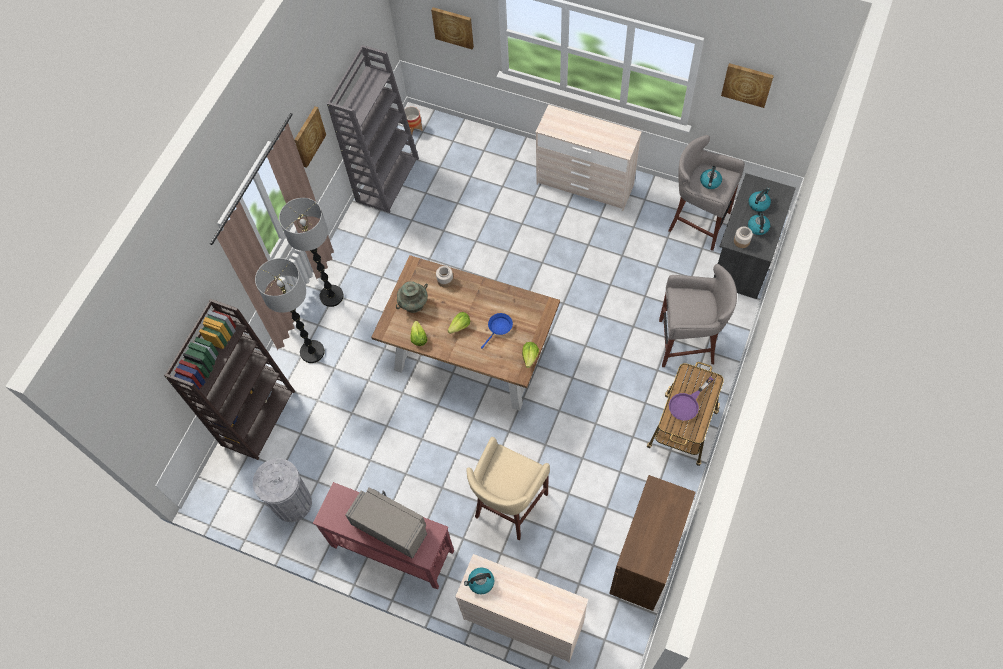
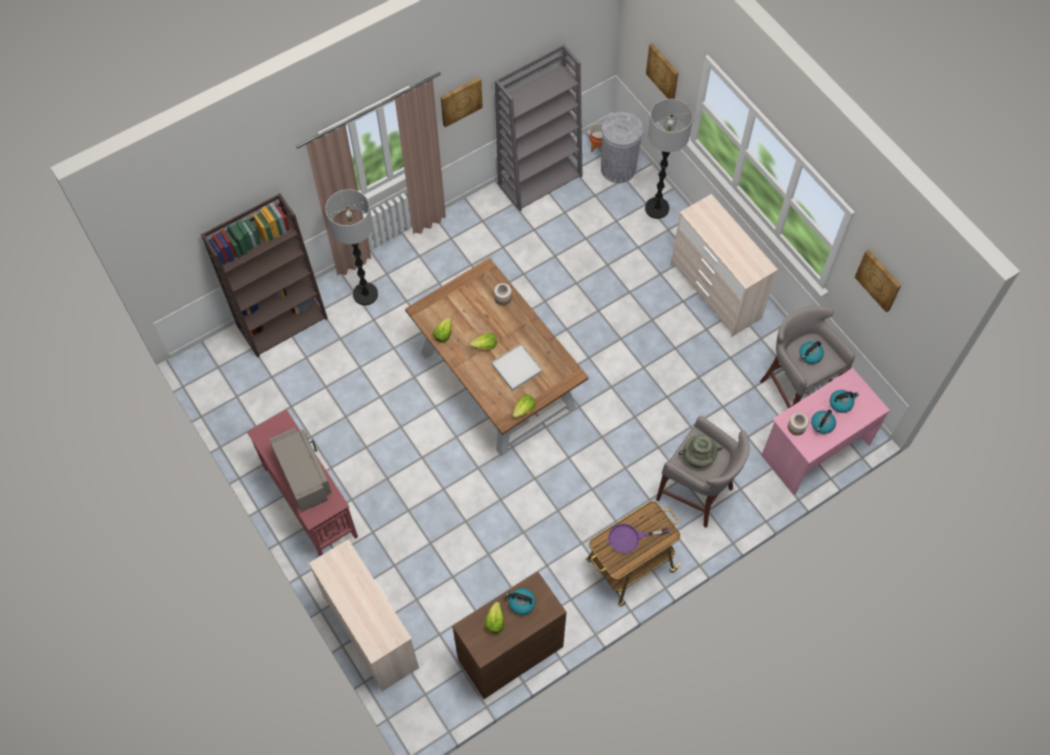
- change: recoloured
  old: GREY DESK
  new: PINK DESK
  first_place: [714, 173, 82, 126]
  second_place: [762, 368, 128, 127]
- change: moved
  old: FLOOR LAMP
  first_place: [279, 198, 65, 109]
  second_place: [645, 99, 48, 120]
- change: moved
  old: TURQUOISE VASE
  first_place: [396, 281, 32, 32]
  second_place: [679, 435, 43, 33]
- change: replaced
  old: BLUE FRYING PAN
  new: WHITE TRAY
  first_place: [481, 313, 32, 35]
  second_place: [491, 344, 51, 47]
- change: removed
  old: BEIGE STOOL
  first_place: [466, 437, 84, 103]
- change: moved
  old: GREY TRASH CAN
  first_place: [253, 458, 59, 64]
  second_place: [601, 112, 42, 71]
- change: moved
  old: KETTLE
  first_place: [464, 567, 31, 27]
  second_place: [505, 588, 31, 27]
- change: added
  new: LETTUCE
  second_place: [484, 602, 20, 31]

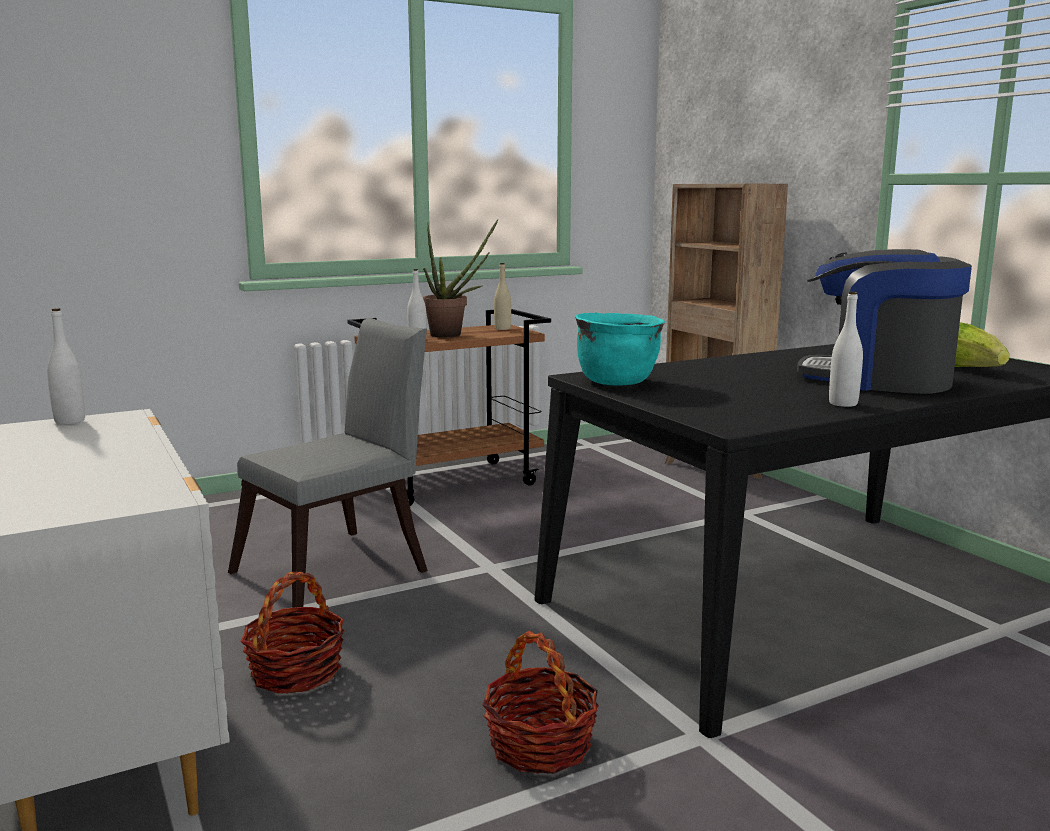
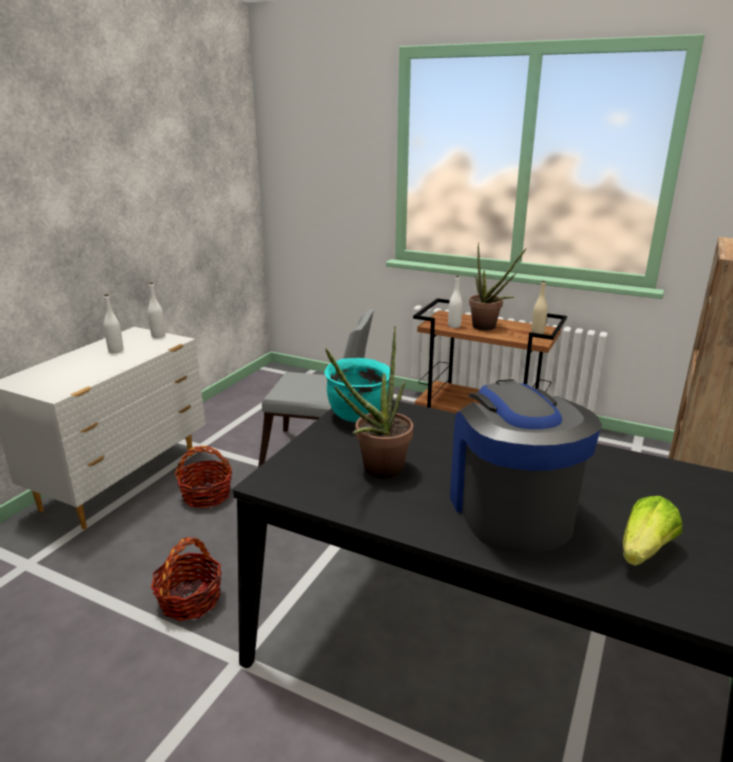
- change: moved
  old: WHITE BOTTLE
  first_place: [829, 292, 34, 115]
  second_place: [104, 294, 19, 59]
- change: added
  new: POTTED PLANT
  second_place: [325, 326, 88, 153]

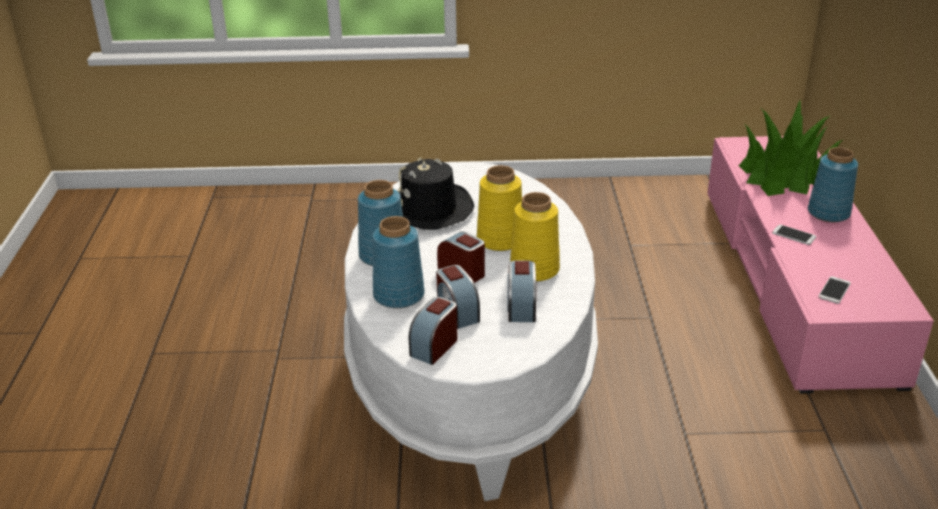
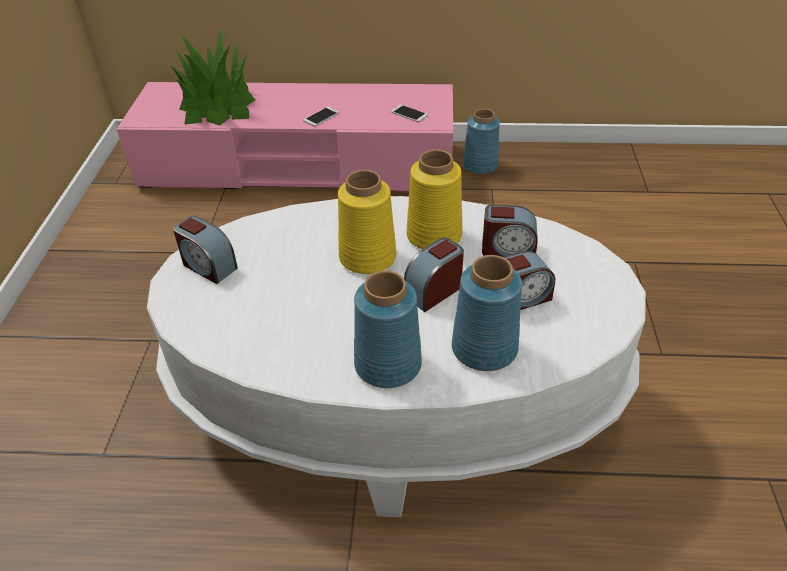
- change: moved
  old: BLUE VASE
  first_place: [808, 147, 50, 75]
  second_place: [463, 109, 37, 65]
- change: removed
  old: BLACK HAT
  first_place: [397, 157, 77, 73]
- change: moved
  old: ALARM CLOCK
  first_place: [409, 297, 49, 68]
  second_place: [173, 216, 65, 68]

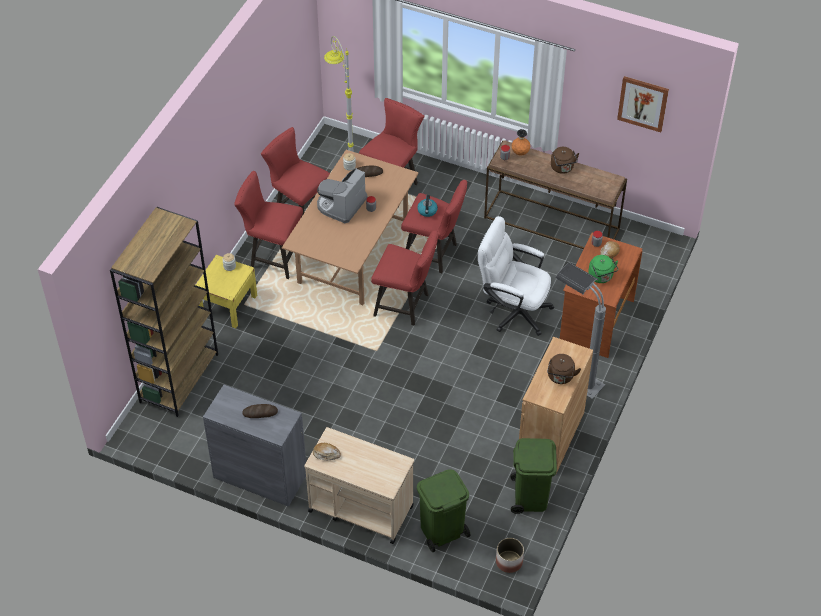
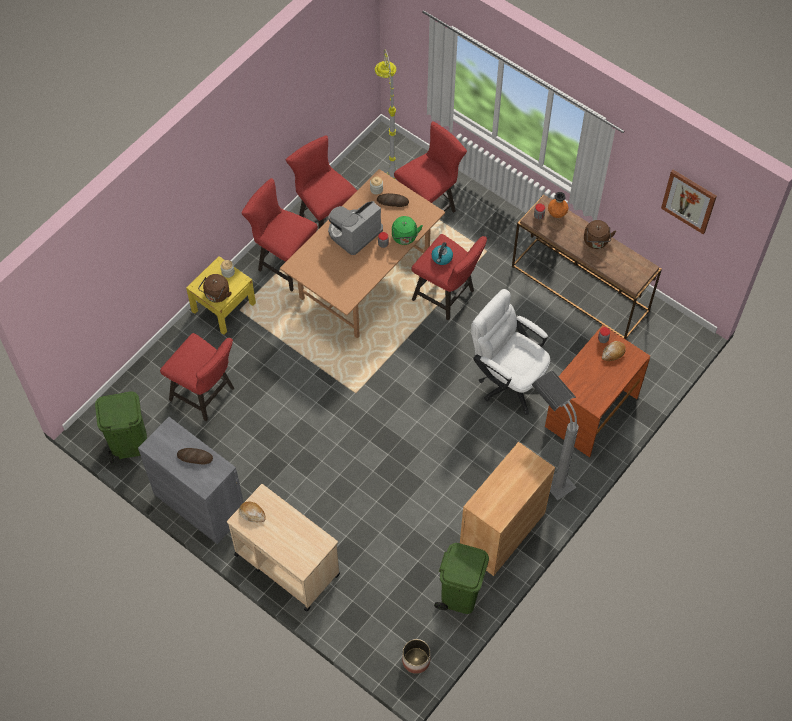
- change: removed
  old: BROWN BOOKCASE
  first_place: [110, 207, 108, 210]
- change: moved
  old: RED STOOL
  first_place: [371, 230, 67, 95]
  second_place: [160, 333, 74, 88]
- change: moved
  old: GREEN KETTLE
  first_place: [588, 255, 30, 28]
  second_place: [392, 216, 31, 29]
- change: moved
  old: BROWN KETTLE
  first_place: [547, 354, 34, 30]
  second_place: [198, 274, 34, 29]
- change: moved
  old: GREEN TRASH CAN
  first_place: [417, 469, 53, 83]
  second_place: [95, 392, 52, 72]

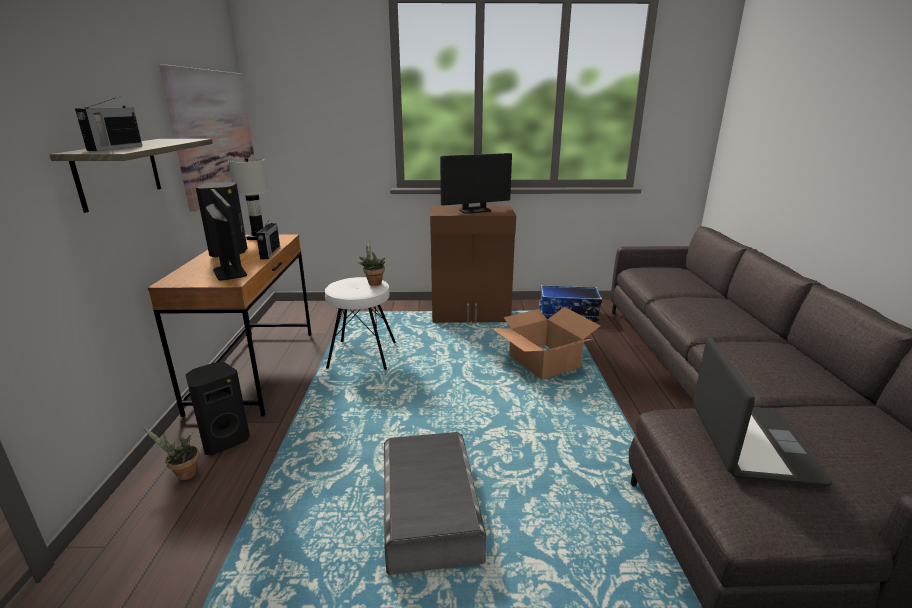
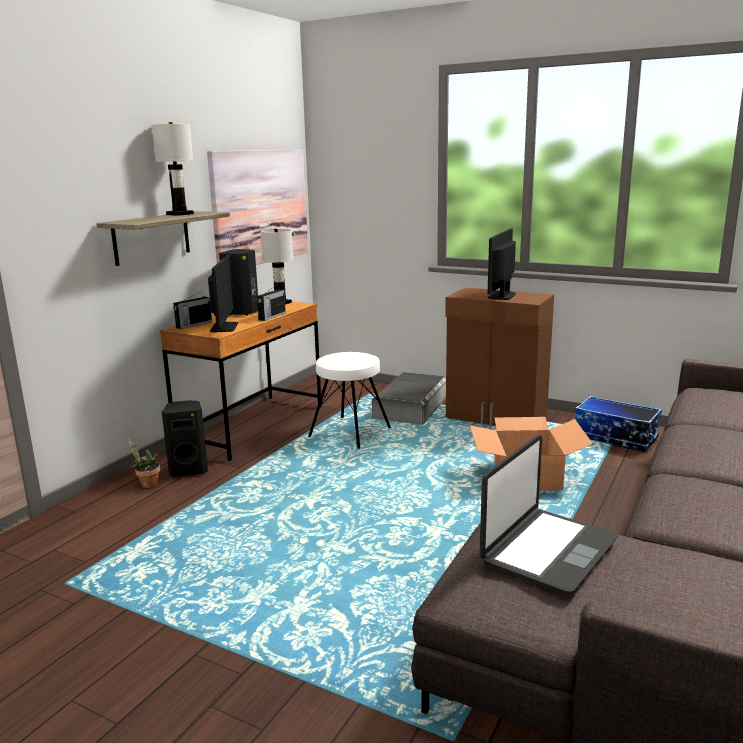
- change: moved
  old: RADIO
  first_place: [75, 96, 67, 55]
  second_place: [173, 291, 39, 38]
- change: turned
  old: MONITOR
  first_place: [440, 153, 72, 61]
  second_place: [488, 229, 28, 71]
  degrees: 105
- change: removed
  old: POTTED PLANT
  first_place: [358, 241, 27, 45]
- change: moved
  old: GREY STORAGE BOX
  first_place: [384, 432, 102, 143]
  second_place: [372, 372, 74, 53]
- change: added
  new: WHITE TABLE LAMP
  second_place: [152, 122, 42, 94]

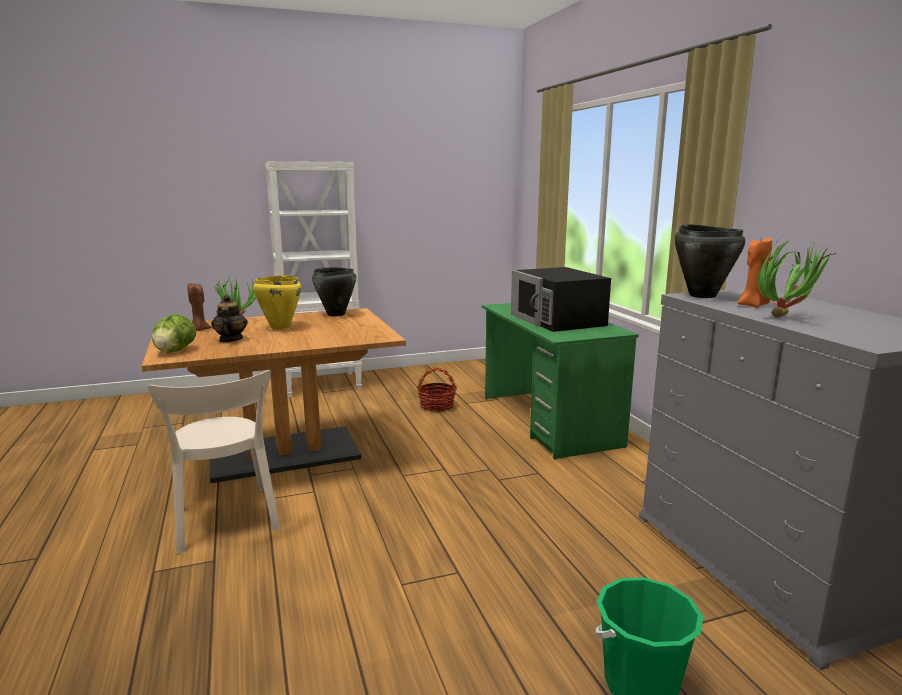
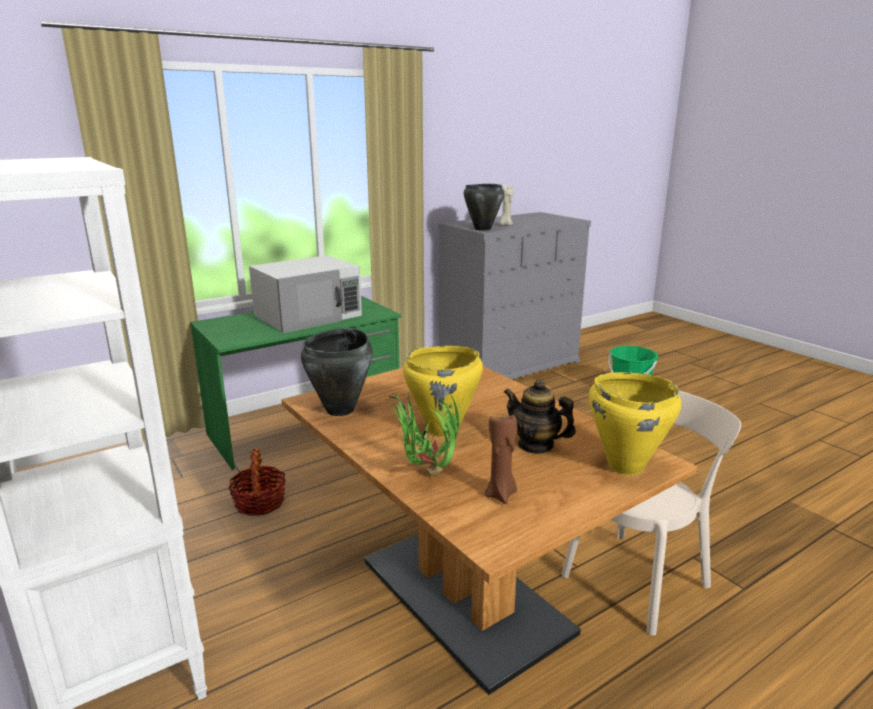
- change: recoloured
  old: ORANGE CANDLE
  new: BEIGE CANDLE
  first_place: [737, 238, 35, 70]
  second_place: [499, 185, 15, 40]
- change: removed
  old: POTTED PLANT
  first_place: [758, 240, 78, 78]
- change: recoloured
  old: BLACK MICROWAVE
  new: WHITE MICROWAVE
  first_place: [511, 267, 100, 65]
  second_place: [249, 255, 113, 78]
- change: turned
  old: TEAPOT
  first_place: [211, 295, 37, 47]
  second_place: [504, 379, 72, 75]
  degrees: 60
- change: replaced
  old: LETTUCE
  new: YELLOW COOKING POT
  first_place: [152, 314, 44, 39]
  second_place: [589, 372, 92, 103]

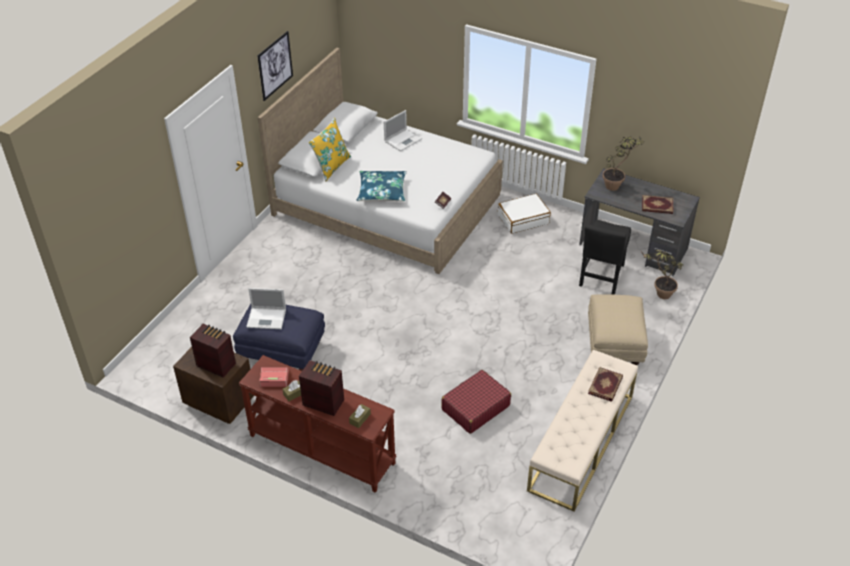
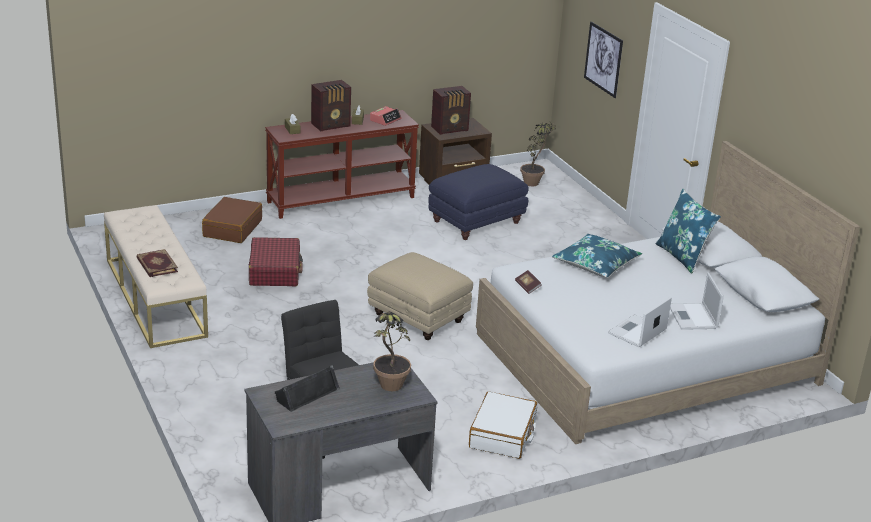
- change: moved
  old: PICTURE
  first_place: [257, 31, 36, 70]
  second_place: [584, 22, 39, 76]
- change: recoloured
  old: YELLOW PILLOW
  new: BLUE PILLOW
  first_place: [309, 118, 42, 63]
  second_place: [656, 189, 65, 85]
- change: replaced
  old: BOOK
  new: BLACK SPEAKER
  first_place: [642, 195, 31, 19]
  second_place: [275, 365, 65, 47]
- change: moved
  old: POTTED PLANT
  first_place: [642, 249, 41, 50]
  second_place: [520, 122, 37, 64]
- change: moved
  old: LAPTOP
  first_place: [246, 288, 40, 41]
  second_place: [608, 297, 64, 50]
- change: moved
  old: BEIGE OTTOMAN
  first_place: [588, 294, 60, 71]
  second_place: [367, 252, 106, 88]
- change: added
  new: BROWN SUITCASE
  second_place: [202, 197, 60, 46]

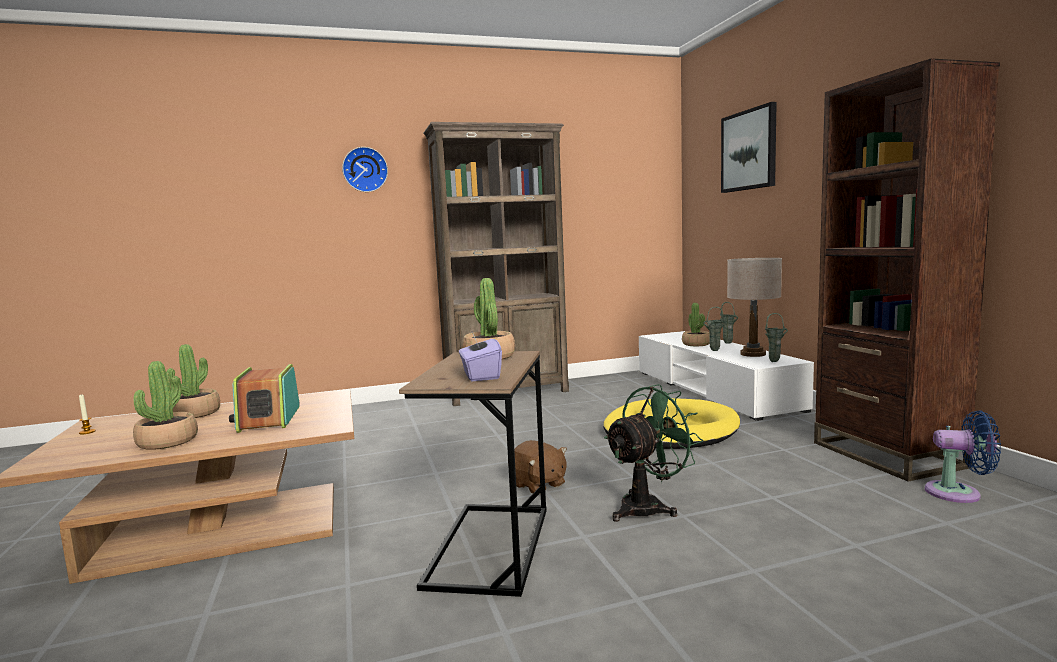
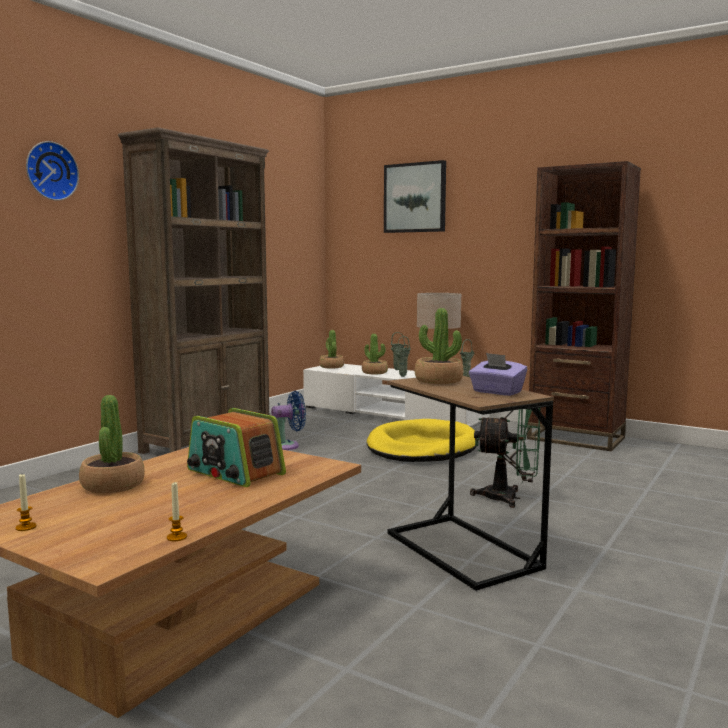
- change: moved
  old: POTTED PLANT
  first_place: [133, 361, 65, 89]
  second_place: [319, 330, 25, 39]
- change: turned
  old: GREEN FAN
  first_place: [604, 384, 99, 138]
  second_place: [470, 408, 70, 100]
  degrees: 90
- change: moved
  old: BLUE FAN
  first_place: [925, 410, 76, 93]
  second_place: [271, 391, 35, 59]
- change: removed
  old: BROWN PLUSH TOY
  first_place: [514, 440, 53, 55]
- change: added
  new: CANDLE
  second_place: [167, 481, 20, 60]

